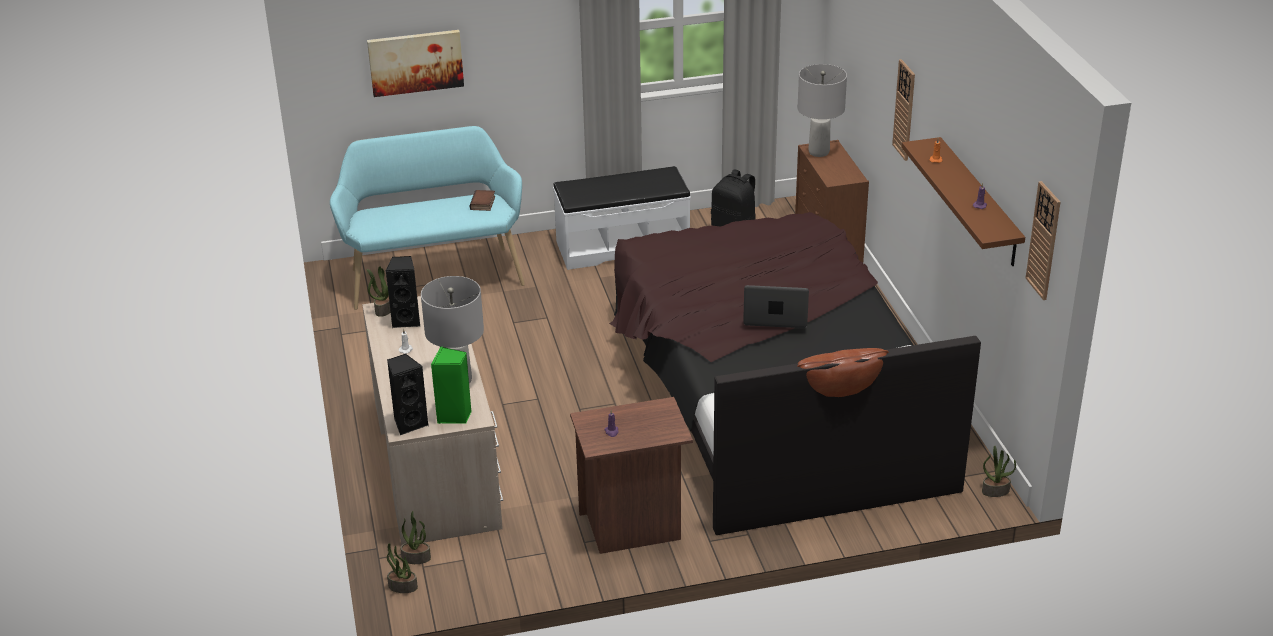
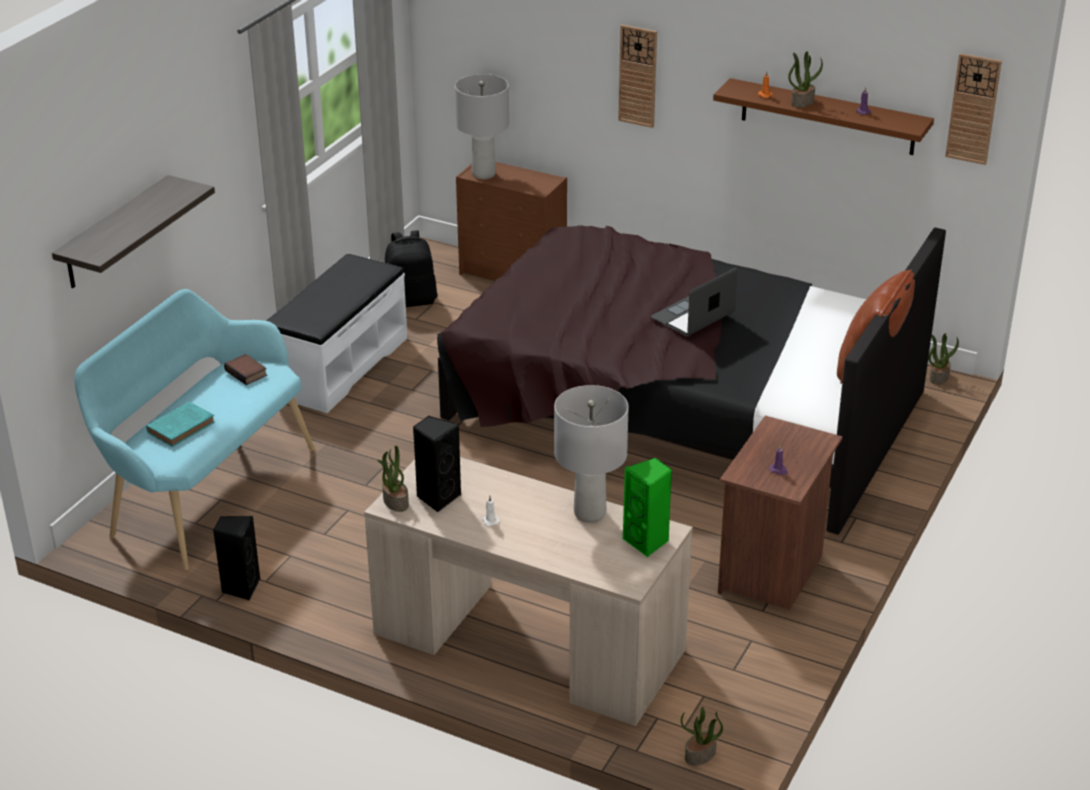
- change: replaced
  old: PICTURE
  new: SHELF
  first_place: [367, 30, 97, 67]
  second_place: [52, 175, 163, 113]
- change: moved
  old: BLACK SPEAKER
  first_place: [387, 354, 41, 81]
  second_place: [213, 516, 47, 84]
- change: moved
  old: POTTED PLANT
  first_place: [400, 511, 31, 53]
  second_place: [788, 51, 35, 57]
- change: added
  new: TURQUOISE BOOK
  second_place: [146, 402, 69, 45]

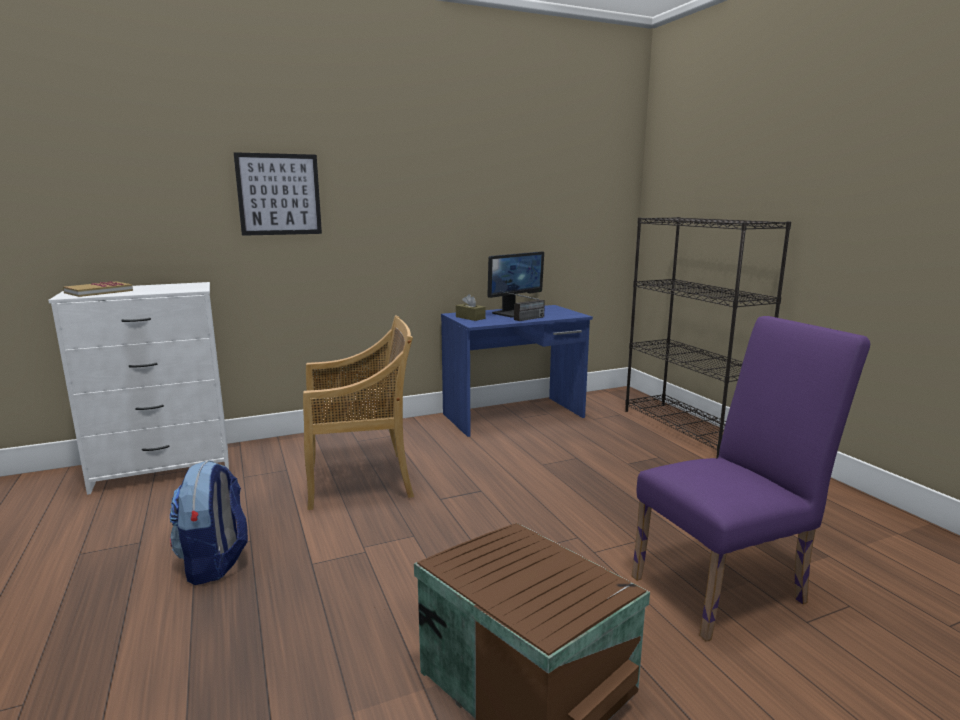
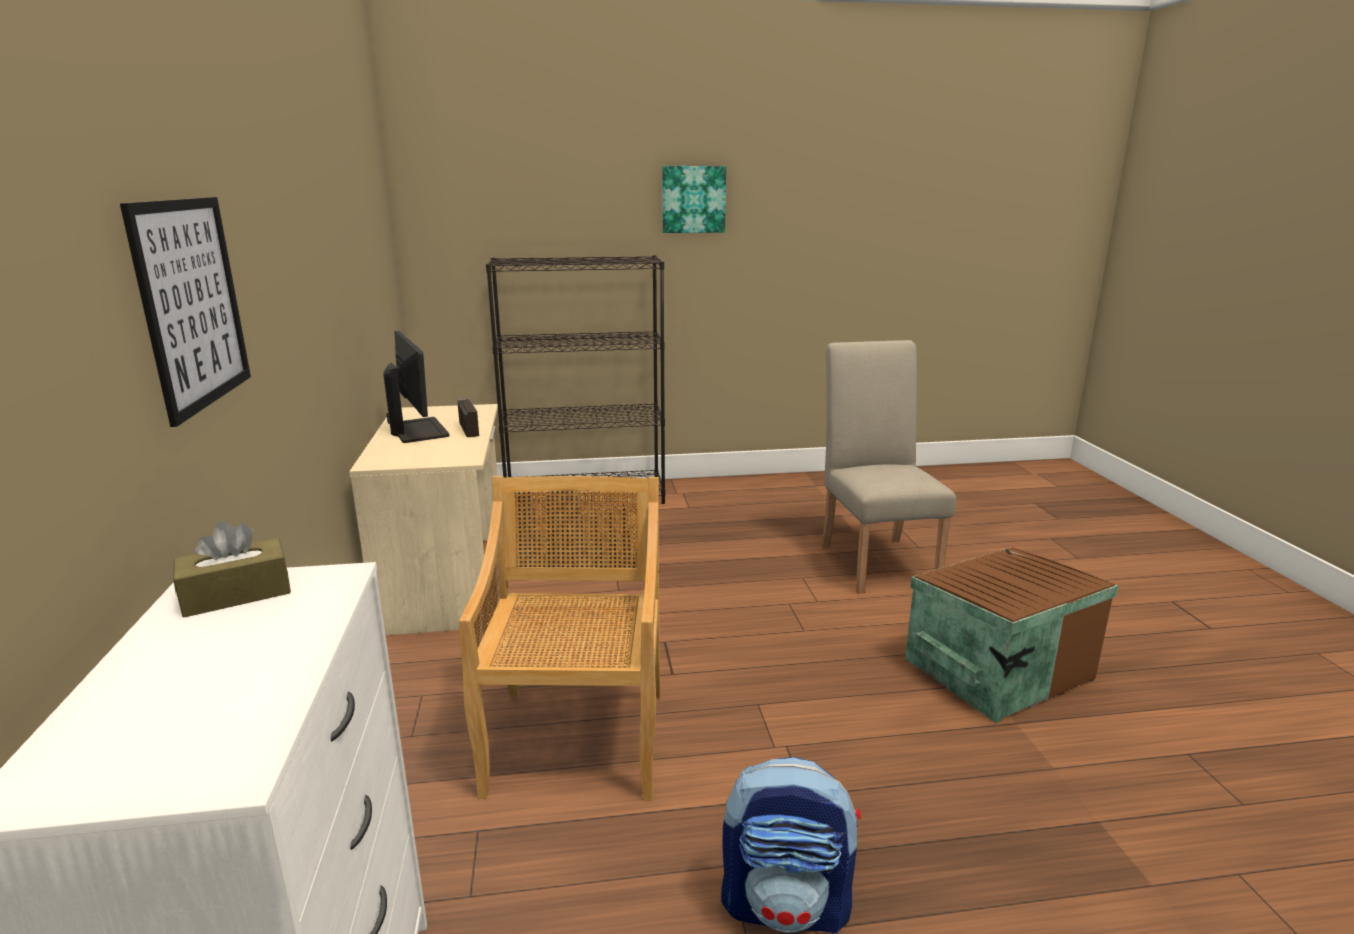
- change: removed
  old: BOOK
  first_place: [63, 281, 70, 16]
- change: moved
  old: BROWN TISSUE BOX
  first_place: [456, 294, 30, 27]
  second_place: [173, 521, 118, 96]
- change: recoloured
  old: BLUE DESK
  new: BEIGE DESK
  first_place: [441, 305, 152, 132]
  second_place: [349, 404, 149, 231]
- change: recoloured
  old: PURPLE CHAIR
  new: BEIGE CHAIR
  first_place: [632, 316, 238, 326]
  second_place: [822, 340, 134, 253]
- change: added
  new: PICTURE
  second_place: [662, 166, 64, 67]

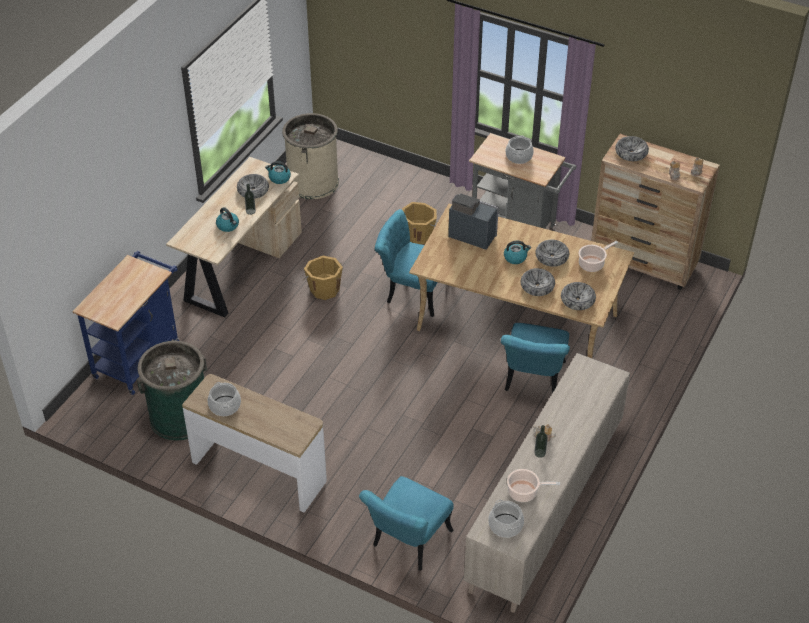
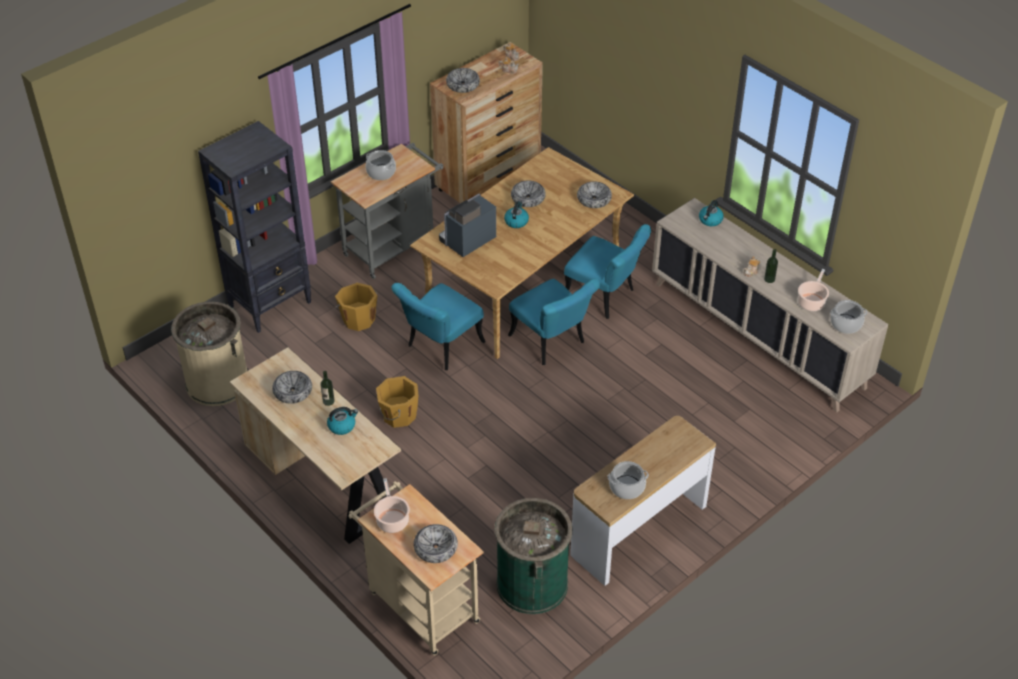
- change: moved
  old: KETTLE
  first_place: [265, 161, 26, 23]
  second_place: [699, 200, 25, 26]
- change: moved
  old: COOKING POT
  first_place: [579, 241, 39, 31]
  second_place: [374, 478, 36, 55]
- change: recoloured
  old: BLUE CART
  new: BEIGE CART
  first_place: [72, 251, 107, 144]
  second_place: [348, 481, 136, 175]
- change: moved
  old: BOWL
  first_place: [521, 268, 34, 28]
  second_place: [413, 524, 45, 39]
- change: moved
  old: TURQUOISE CHAIR
  first_place: [359, 476, 95, 94]
  second_place: [508, 278, 92, 87]
- change: added
  new: BLACK BOOKCASE
  second_place: [198, 121, 114, 212]

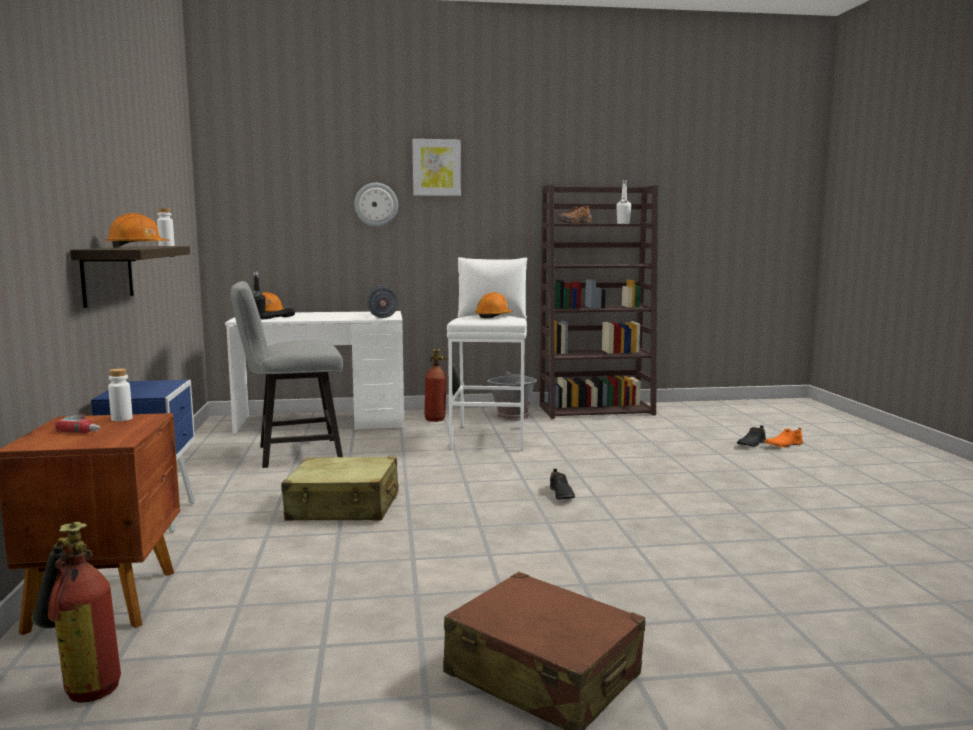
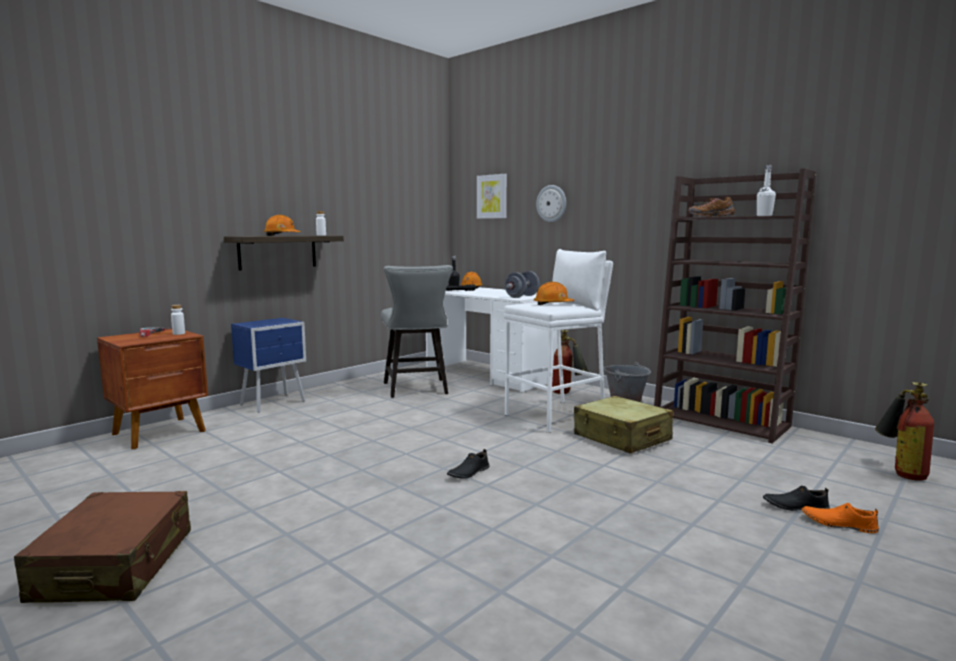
- change: moved
  old: PICTURE
  first_place: [412, 139, 49, 57]
  second_place: [477, 174, 30, 45]
- change: turned
  old: GREY CHAIR
  first_place: [231, 281, 112, 187]
  second_place: [381, 265, 72, 133]
  degrees: -135
- change: moved
  old: BEIGE SUITCASE
  first_place: [281, 457, 118, 64]
  second_place: [574, 396, 99, 58]
- change: moved
  old: FIRE EXTINGUISHER
  first_place: [31, 522, 90, 181]
  second_place: [875, 382, 59, 99]

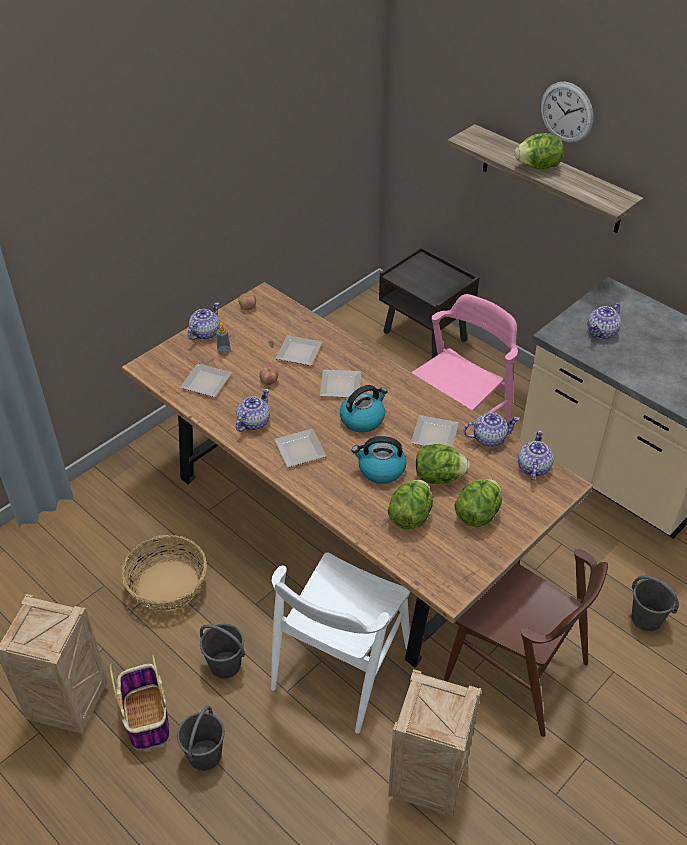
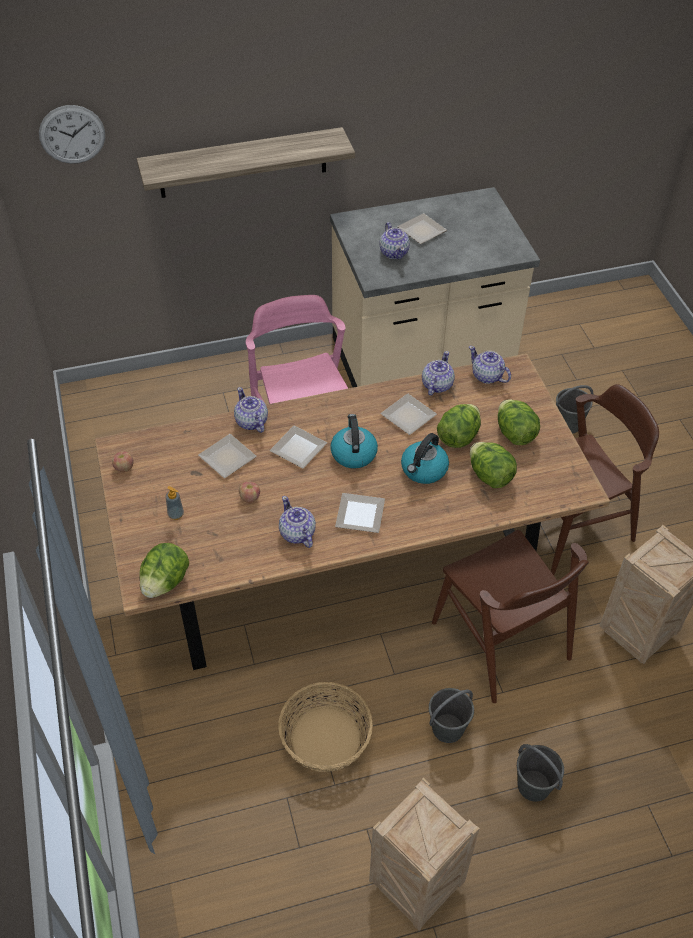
- change: moved
  old: WALL CLOCK
  first_place: [541, 82, 52, 61]
  second_place: [39, 105, 66, 59]
- change: moved
  old: LETTUCE
  first_place: [515, 133, 48, 36]
  second_place: [139, 543, 50, 55]
- change: removed
  old: BROWN NIGHTSTAND
  first_place: [379, 246, 101, 113]
- change: moved
  old: TEAPOT
  first_place: [188, 303, 32, 37]
  second_place: [234, 387, 34, 46]
- change: moved
  old: PLATE
  first_place: [180, 364, 52, 33]
  second_place: [397, 213, 50, 31]
- change: recoloured
  old: WHITE CHAIR
  new: BROWN CHAIR
  first_place: [271, 552, 139, 182]
  second_place: [432, 530, 157, 173]
- change: removed
  old: BASKET
  first_place: [110, 654, 60, 96]

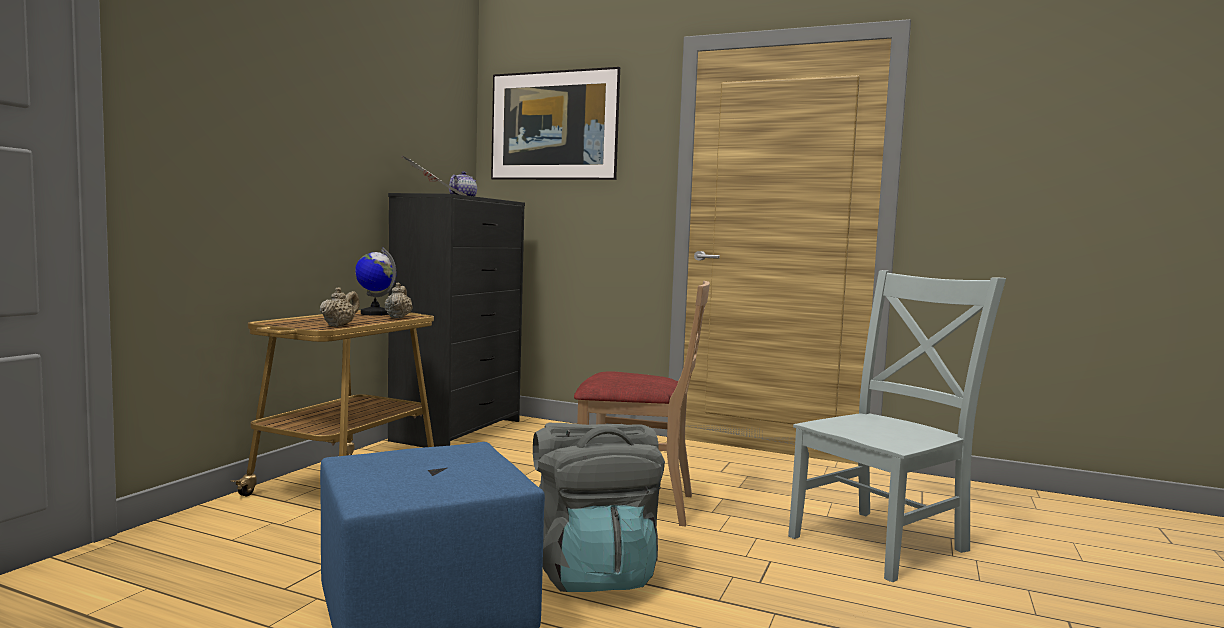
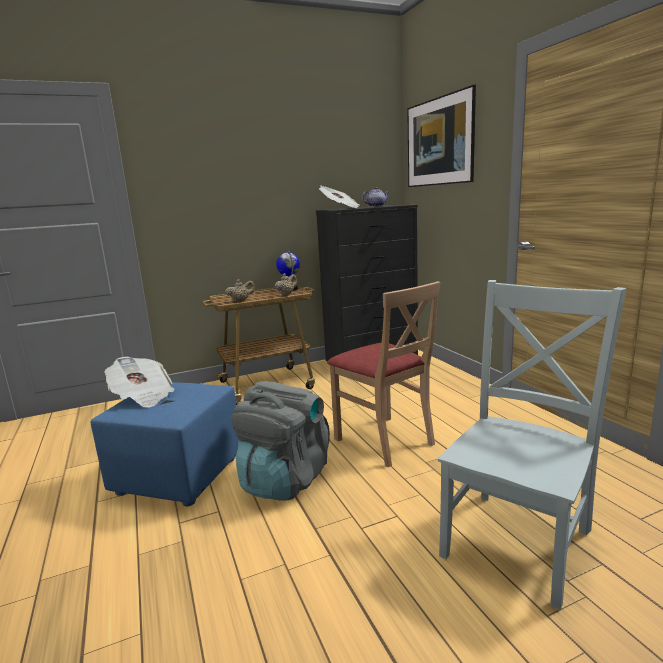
- change: turned
  old: GREY CHAIR
  first_place: [788, 270, 218, 312]
  second_place: [438, 280, 189, 330]
  degrees: -60
- change: added
  new: NEWSPAPER
  second_place: [104, 357, 71, 50]

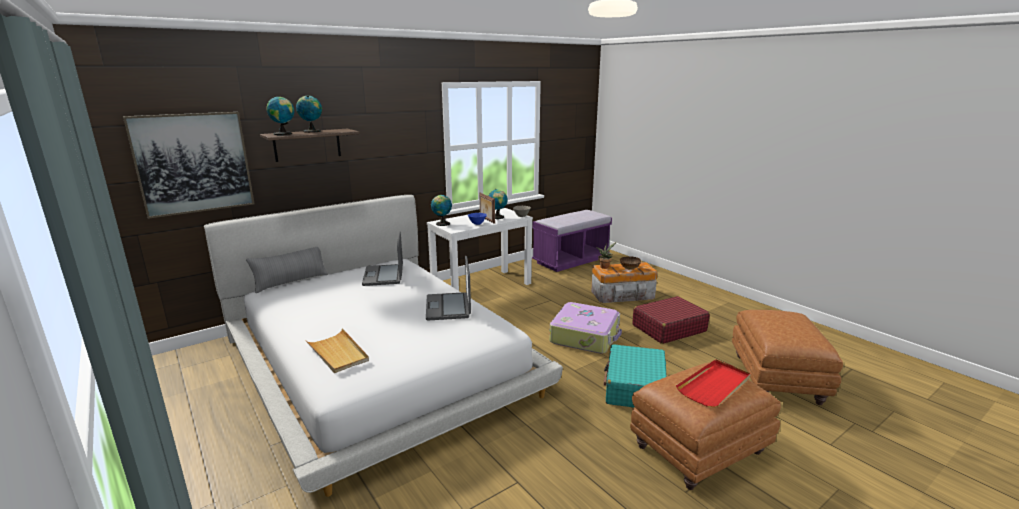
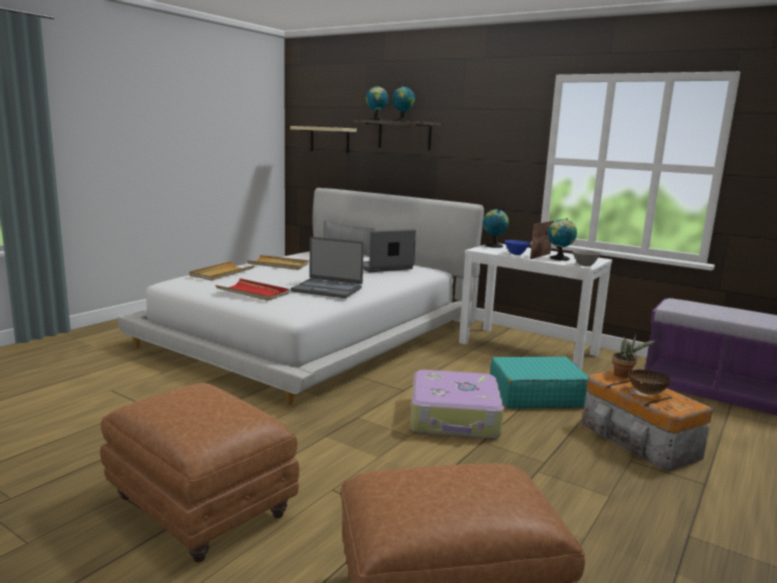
- change: replaced
  old: PICTURE
  new: BEIGE SHELF
  first_place: [123, 112, 131, 107]
  second_place: [290, 126, 67, 27]
- change: turned
  old: LAPTOP
  first_place: [426, 256, 45, 64]
  second_place: [291, 237, 73, 61]
  degrees: -135
- change: removed
  old: RED SUITCASE
  first_place: [632, 296, 78, 48]
- change: moved
  old: TURQUOISE SUITCASE
  first_place: [604, 344, 63, 64]
  second_place: [490, 356, 99, 53]
- change: moved
  old: RED TRAY
  first_place: [676, 359, 75, 48]
  second_place: [215, 278, 75, 23]
- change: added
  new: BEIGE TRAY
  second_place: [247, 255, 62, 15]

